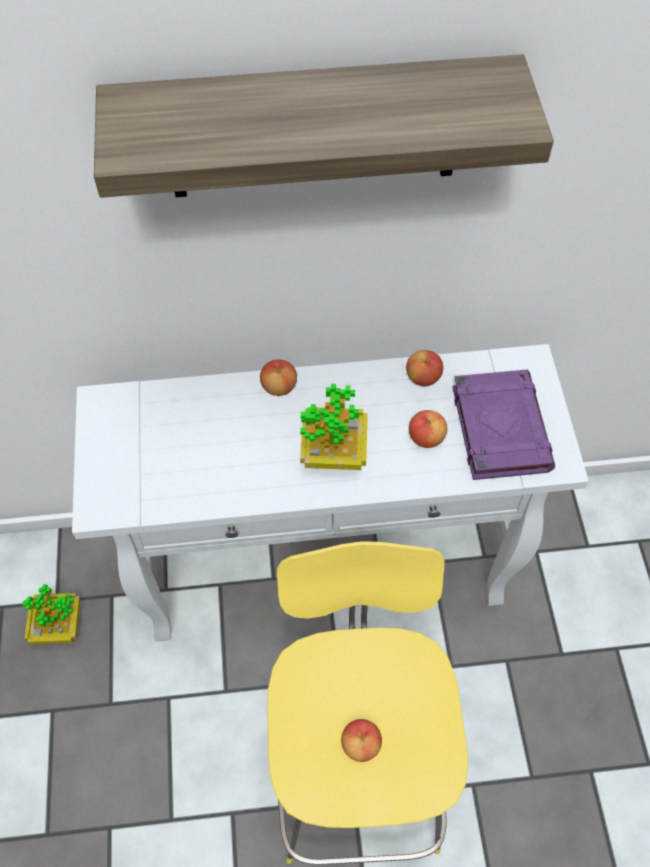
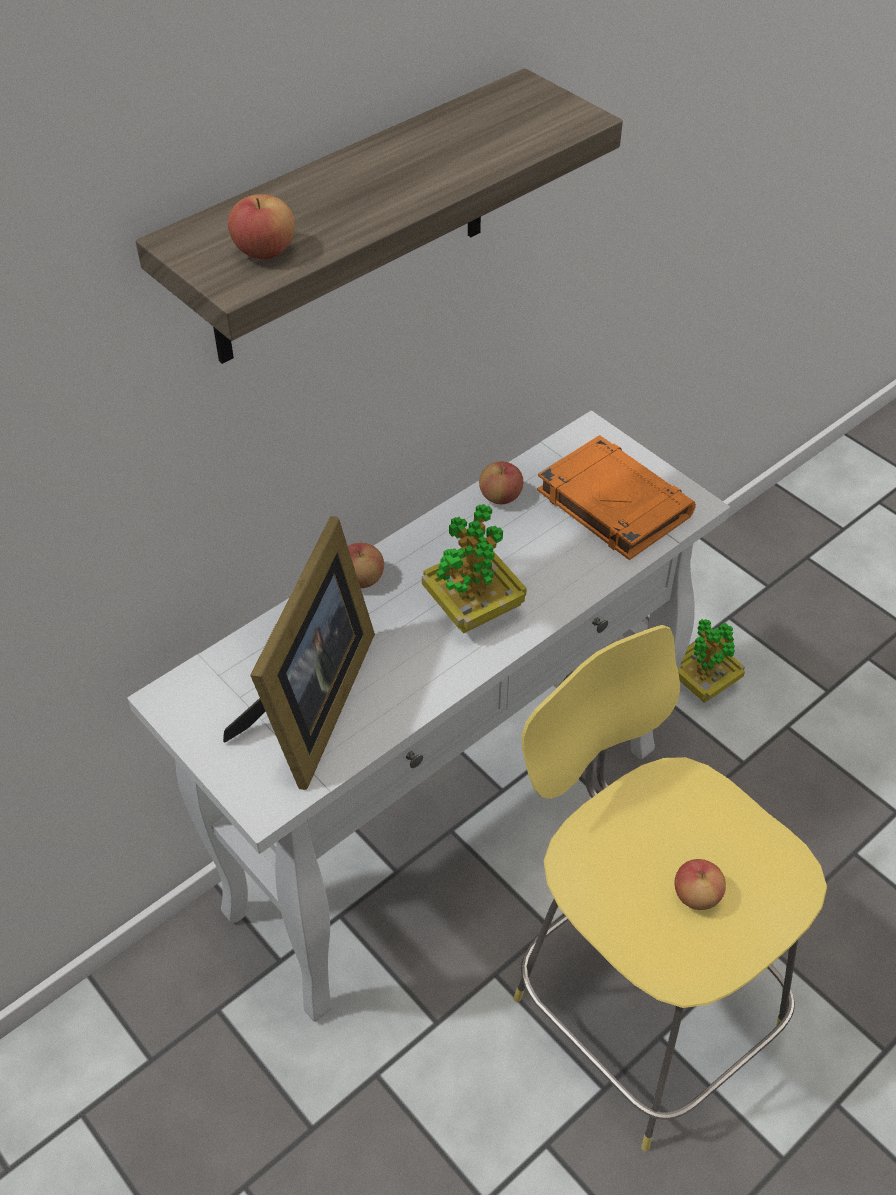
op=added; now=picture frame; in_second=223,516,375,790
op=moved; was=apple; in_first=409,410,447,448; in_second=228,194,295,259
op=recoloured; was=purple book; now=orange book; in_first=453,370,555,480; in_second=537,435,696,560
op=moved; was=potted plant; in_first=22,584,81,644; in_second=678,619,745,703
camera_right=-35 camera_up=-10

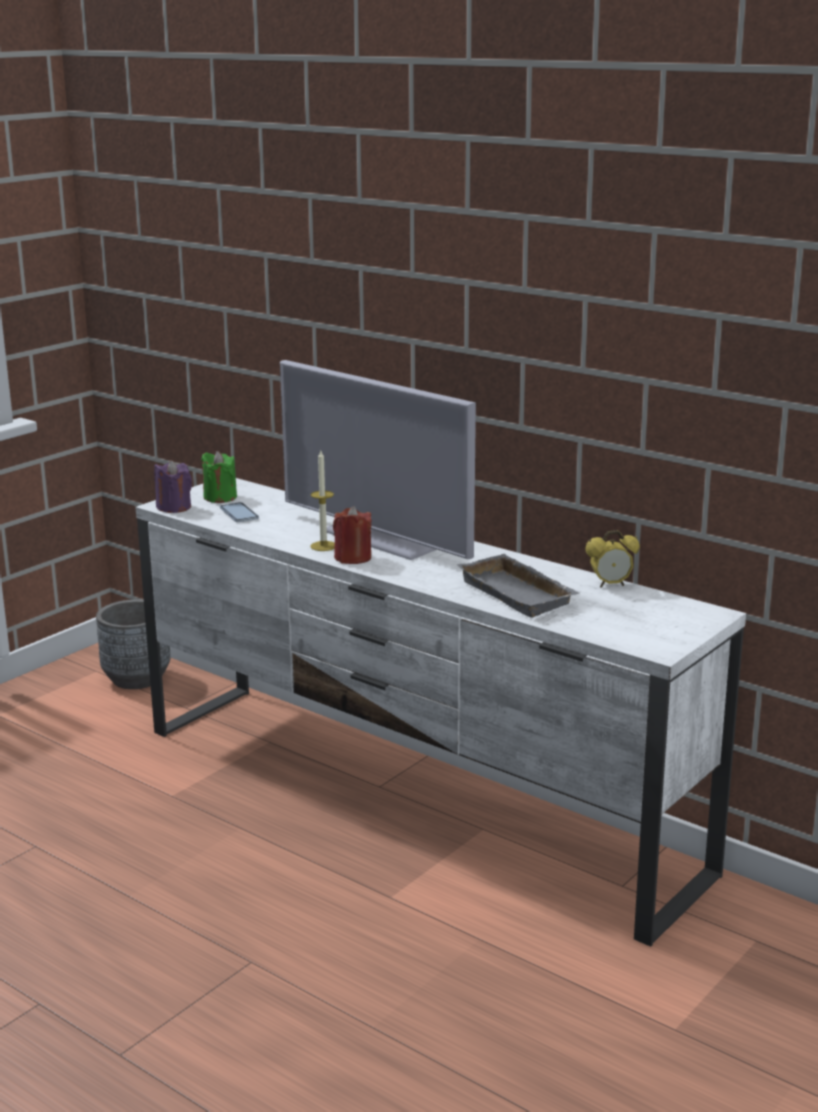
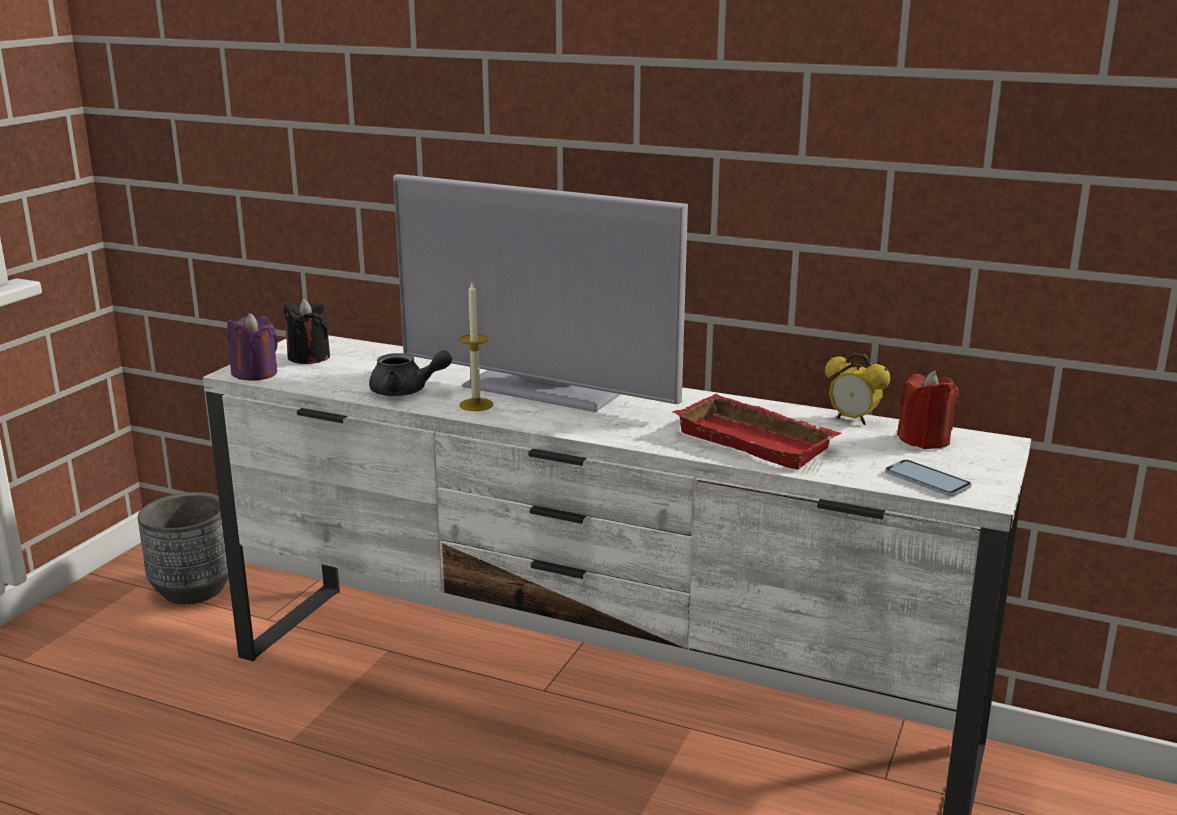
op=recoloured; was=green candle; now=black candle; in_first=201,451,237,503; in_second=284,299,330,364
op=added; now=grey teapot; in_second=369,350,452,396
op=recoloured; was=grey tray; now=red tray; in_first=457,554,580,618; in_second=673,394,842,470
op=turned; was=alarm clock; in_first=585,530,640,588; in_second=825,352,890,425; clockwise=60
op=moved; was=phone; in_first=220,502,259,522; in_second=885,460,972,496
op=moved; was=red candle; in_first=333,506,372,564; in_second=897,371,959,449
camera_right=-15 camera_up=0

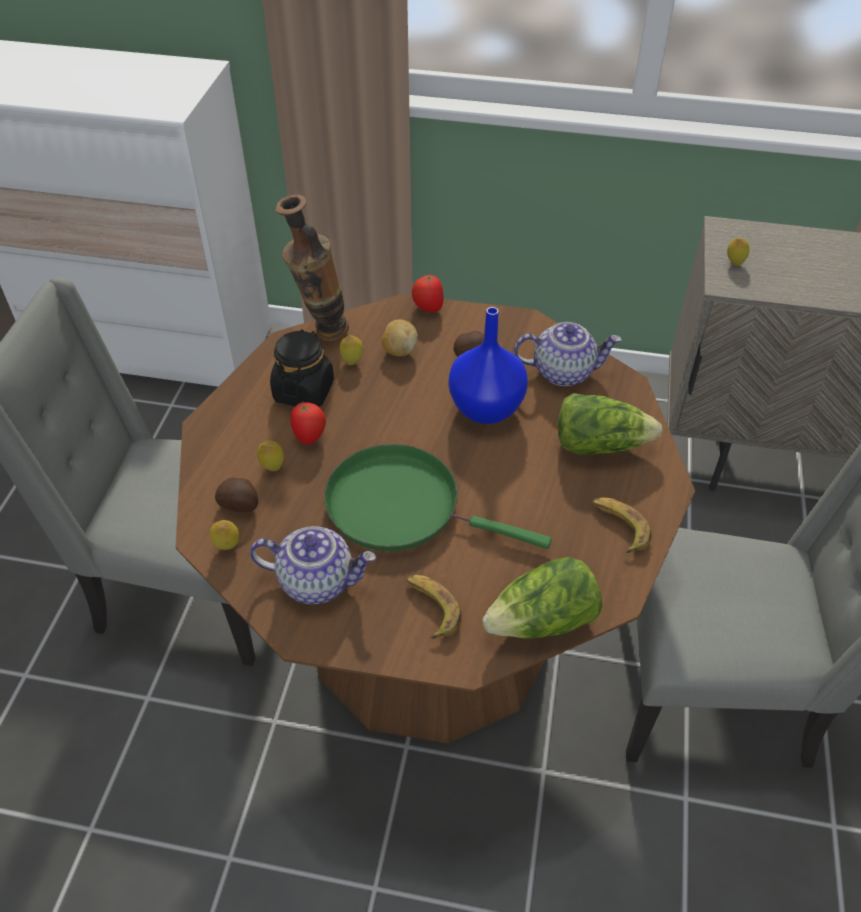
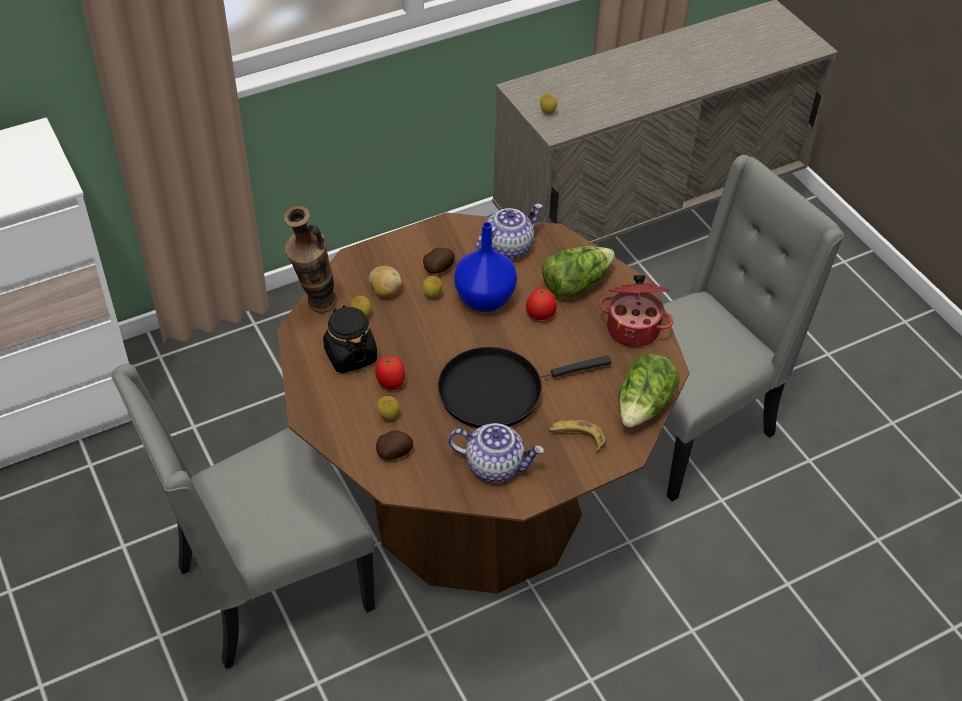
op=moved; was=lemon; in_first=210,520,239,550; in_second=422,276,442,297
op=recoloured; was=green frying pan; now=black frying pan; in_first=324,444,552,551; in_second=438,347,611,428
op=turned; was=teapot; in_first=250,526,376,604; in_second=448,423,544,482; clockwise=45
op=moved; was=tomato; in_first=412,275,444,312; in_second=526,288,556,320
op=replaced; was=banana; now=cooking pot; in_first=592,497,651,553; in_second=599,275,673,347
camera_right=-40 camera_up=0

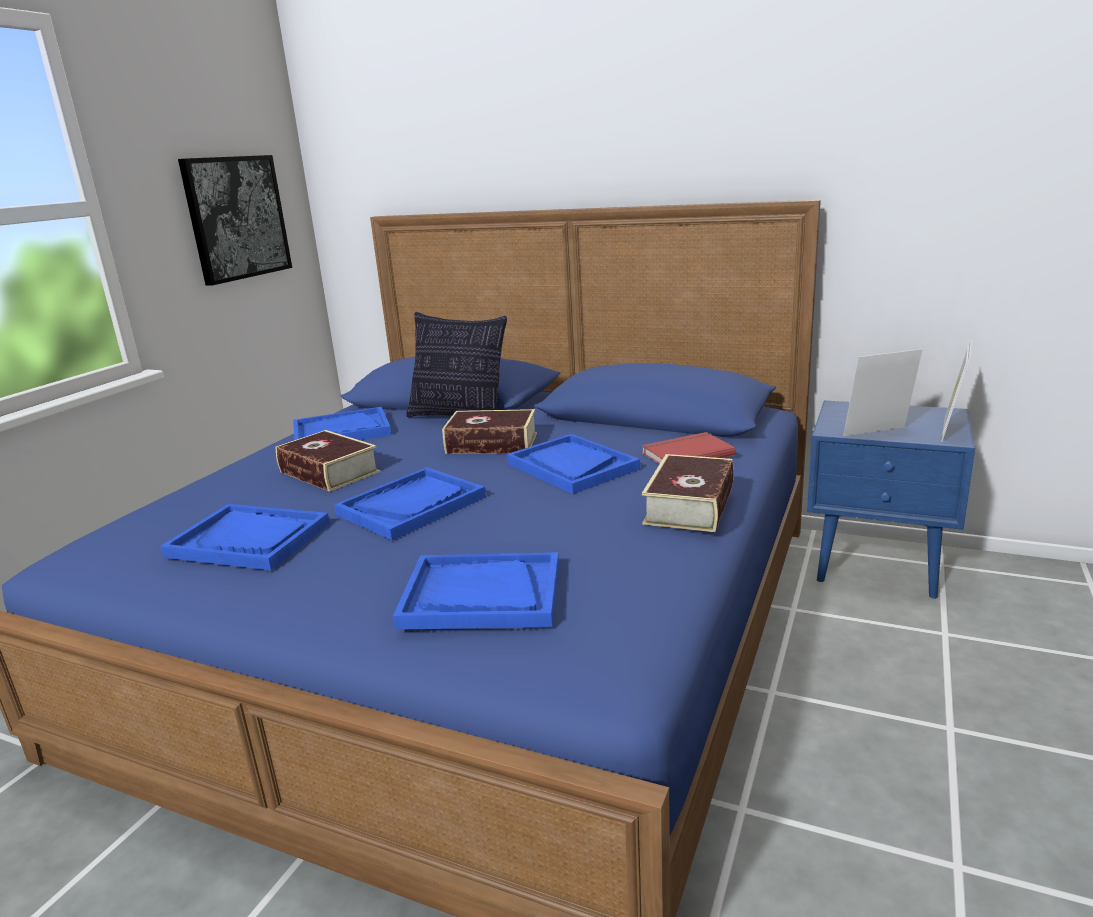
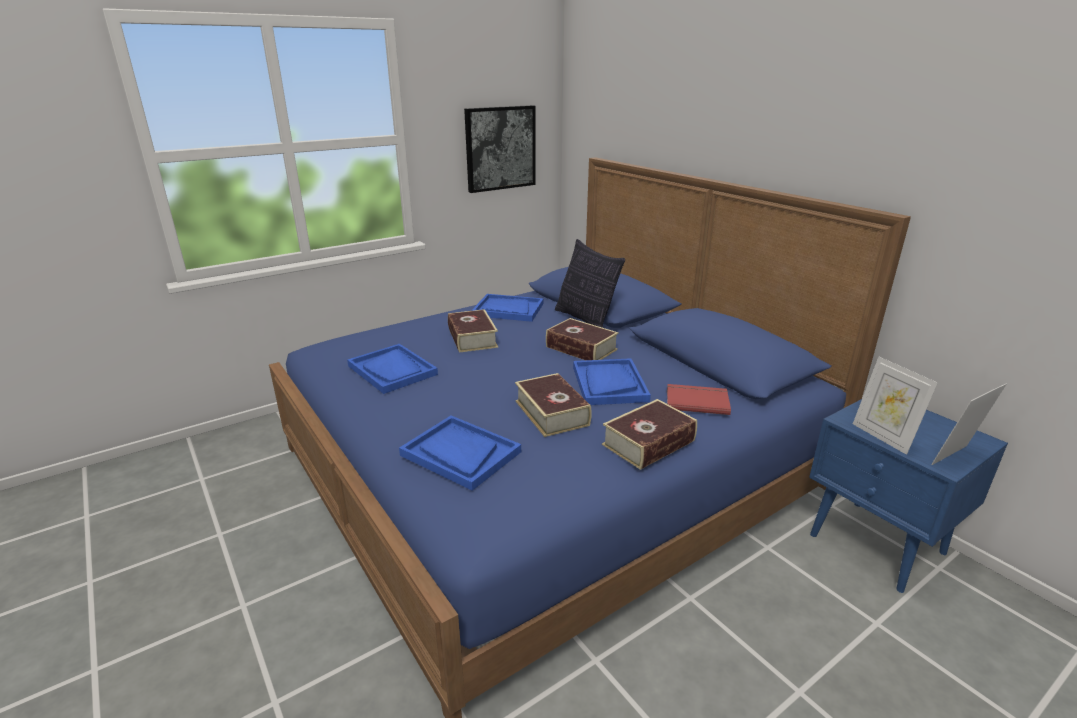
op=added; now=book; in_second=515,373,592,437
op=turned; was=picture frame; in_first=843,349,923,436; in_second=853,357,938,455; clockwise=-135
op=removed; was=blue tray; in_first=334,467,486,541
camera_right=30 camera_up=5

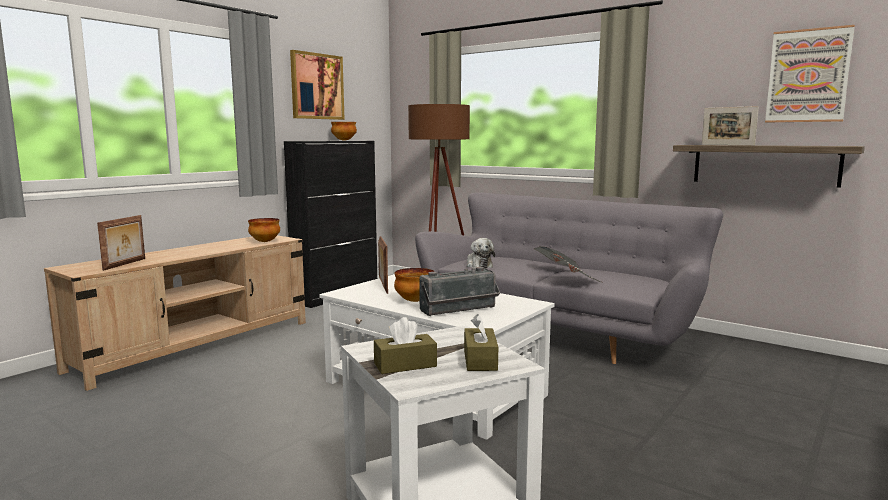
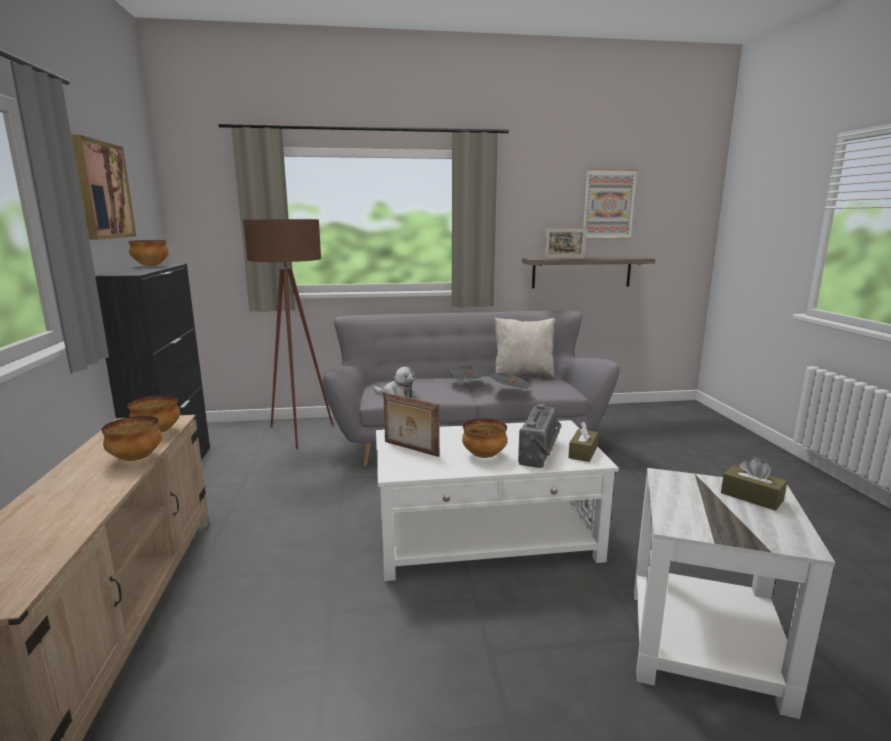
op=added; now=bowl; in_second=101,416,162,461
op=added; now=beige pillow; in_second=495,318,555,379
op=moved; was=brown tissue box; in_first=374,317,437,374; in_second=568,421,598,462
op=removed; was=picture frame; in_first=97,215,145,271
camera_right=-45 camera_up=5

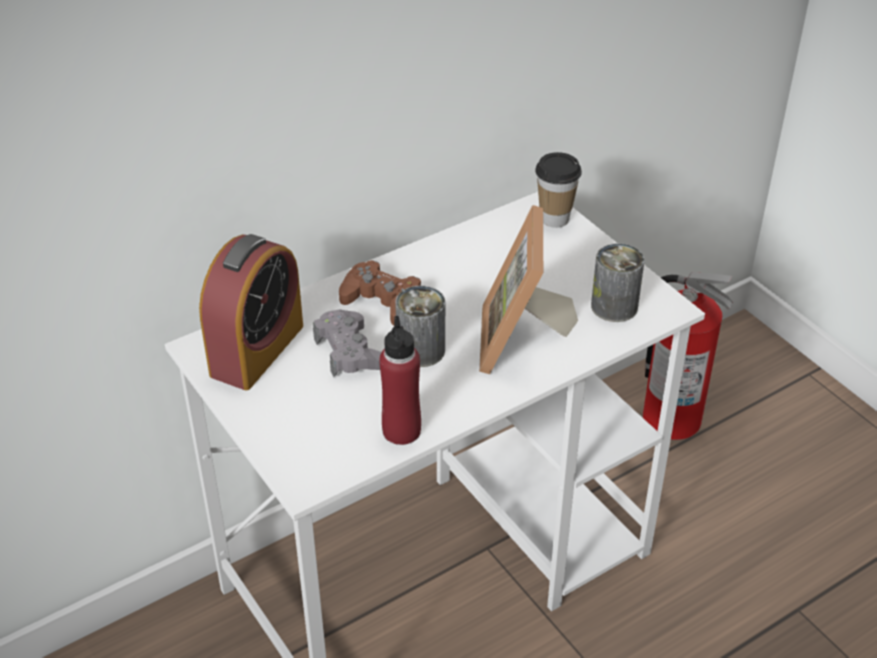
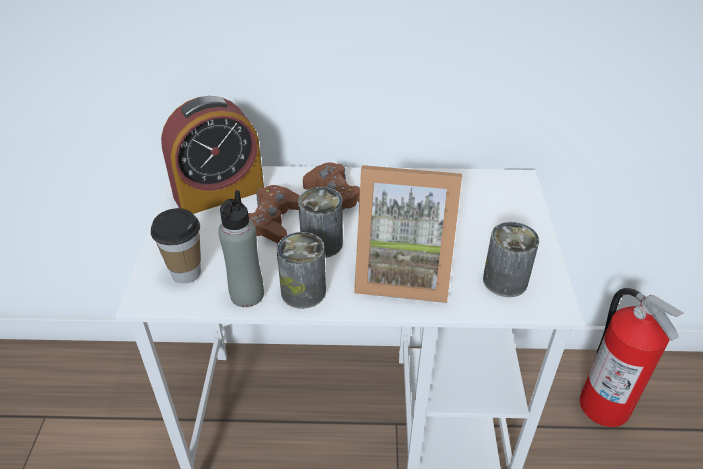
op=moved; was=cup; in_first=535,152,582,228; in_second=151,208,201,284
op=recoloured; was=red bottle; now=grey bottle; in_first=379,316,421,445; in_second=218,190,264,307
op=recoloured; was=grey game controller; now=brown game controller; in_first=313,309,381,377; in_second=248,185,300,243
op=added; now=can; in_second=276,232,326,309
op=turned; was=picture frame; in_first=479,205,578,374; in_second=354,165,462,303; clockwise=-120
camera_right=35 camera_up=0

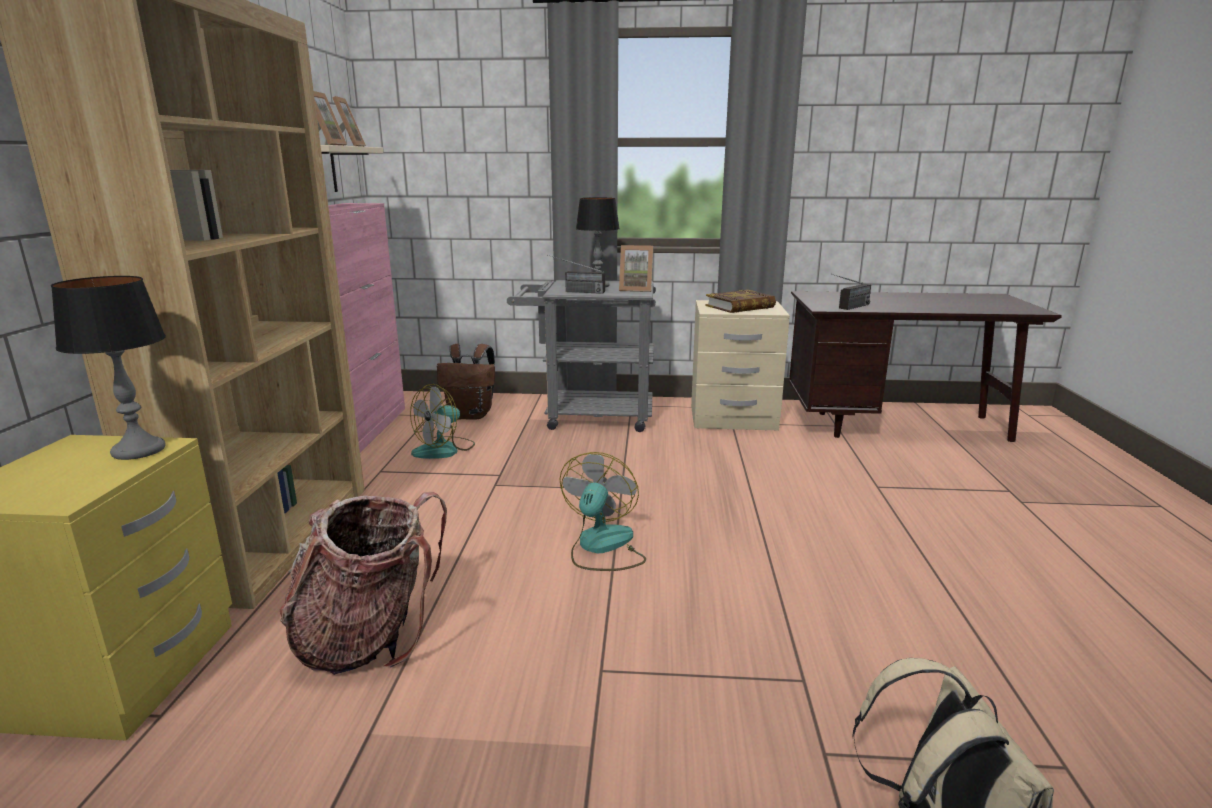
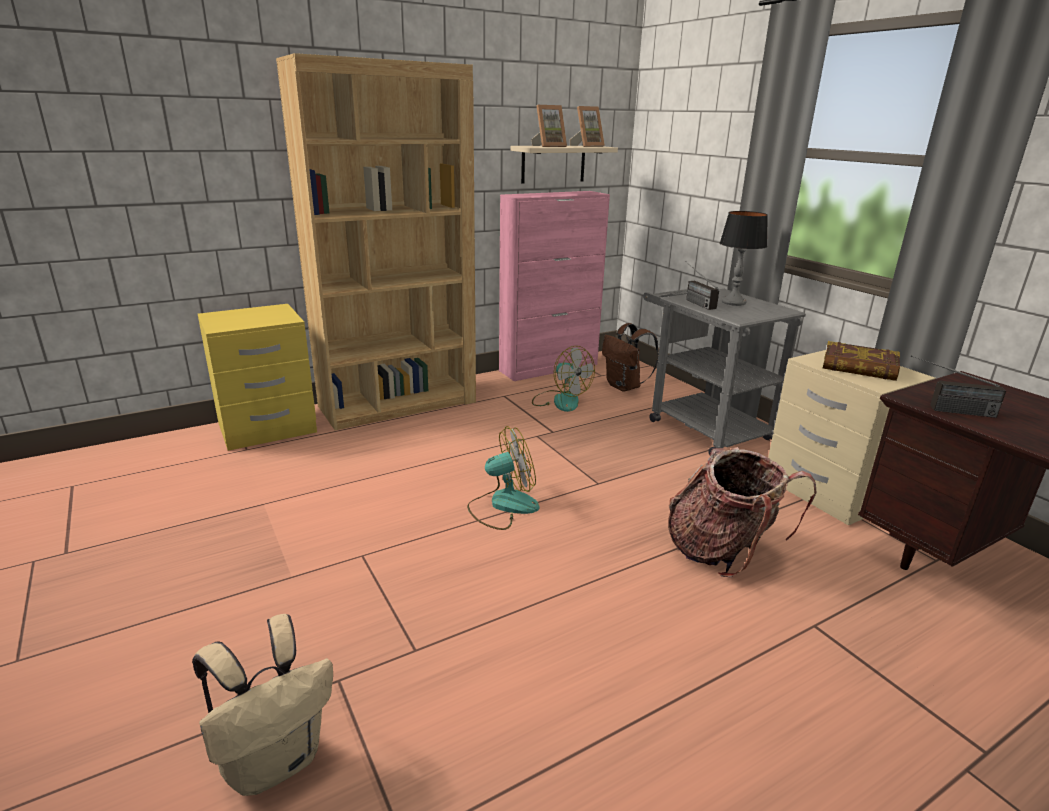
op=turned; was=fan; in_first=410,384,475,459; in_second=532,346,595,412; clockwise=-135
op=moved; was=backpack; in_first=279,492,447,675; in_second=668,447,816,577
op=removed; was=table lamp; in_first=51,276,166,460
op=removed; was=picture frame; in_first=619,245,653,292
camera_right=55 camera_up=5

